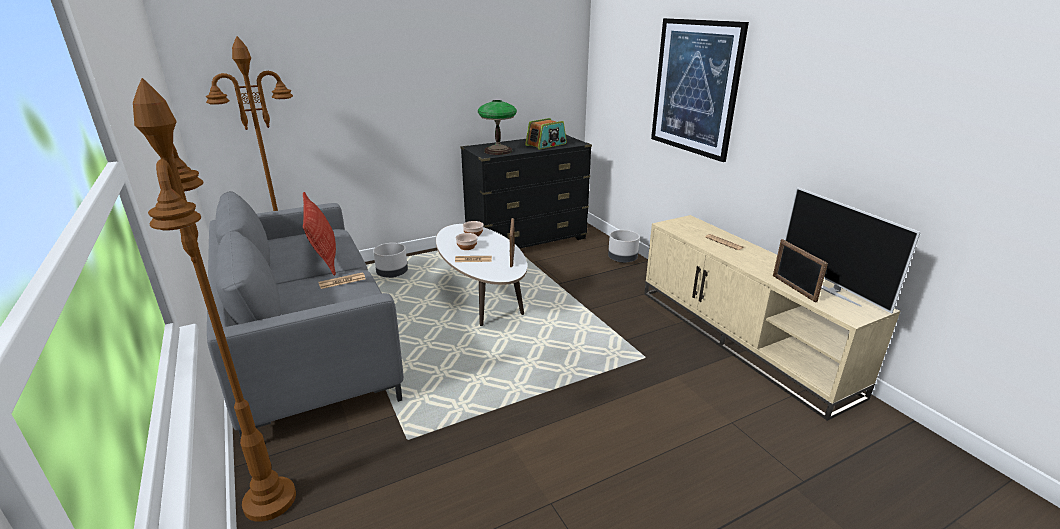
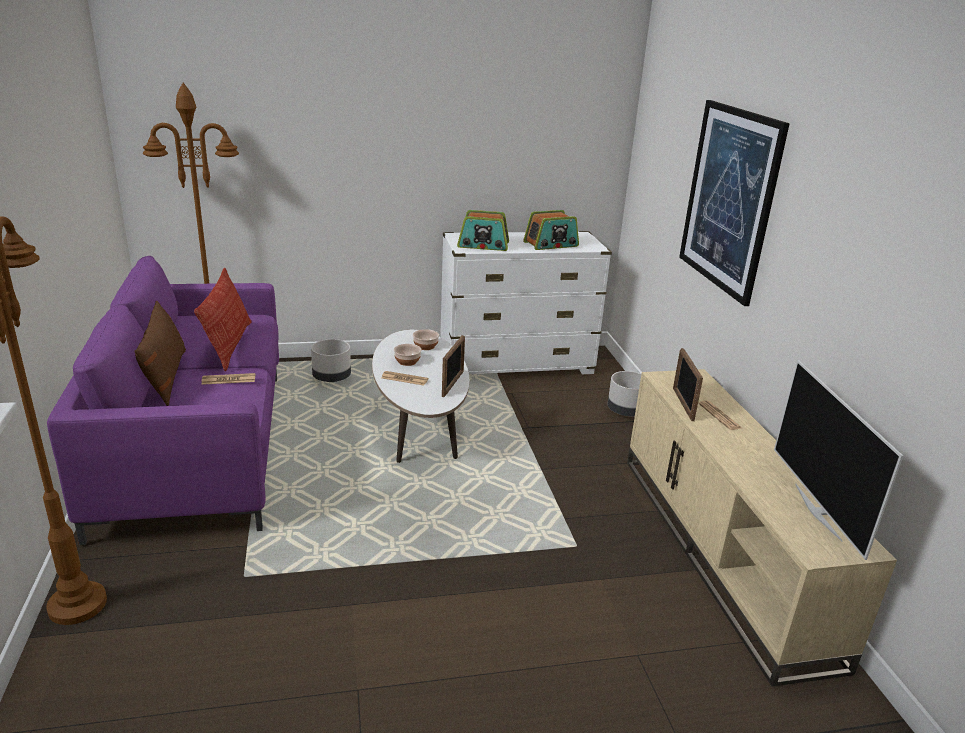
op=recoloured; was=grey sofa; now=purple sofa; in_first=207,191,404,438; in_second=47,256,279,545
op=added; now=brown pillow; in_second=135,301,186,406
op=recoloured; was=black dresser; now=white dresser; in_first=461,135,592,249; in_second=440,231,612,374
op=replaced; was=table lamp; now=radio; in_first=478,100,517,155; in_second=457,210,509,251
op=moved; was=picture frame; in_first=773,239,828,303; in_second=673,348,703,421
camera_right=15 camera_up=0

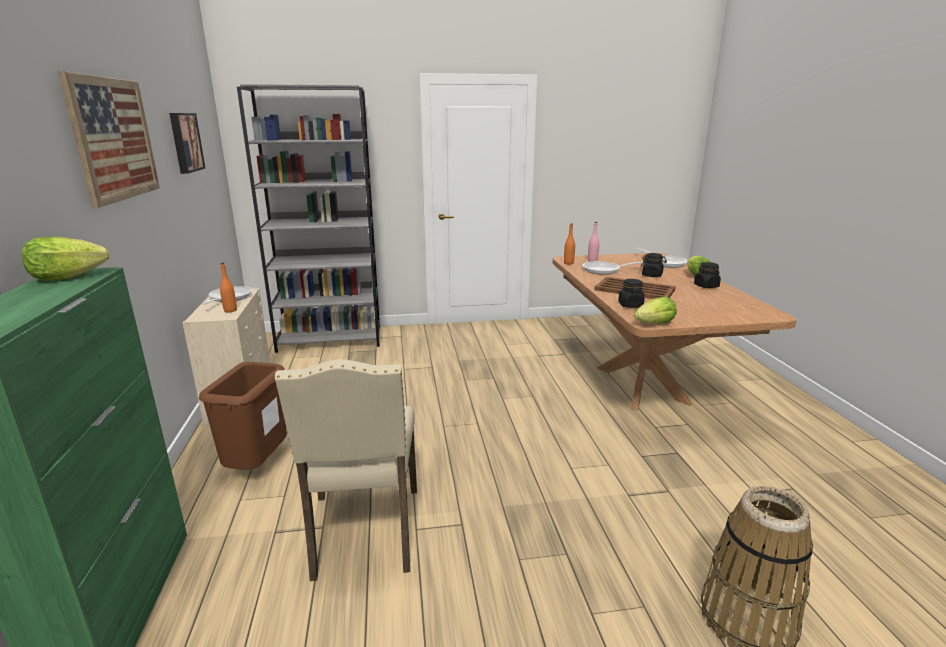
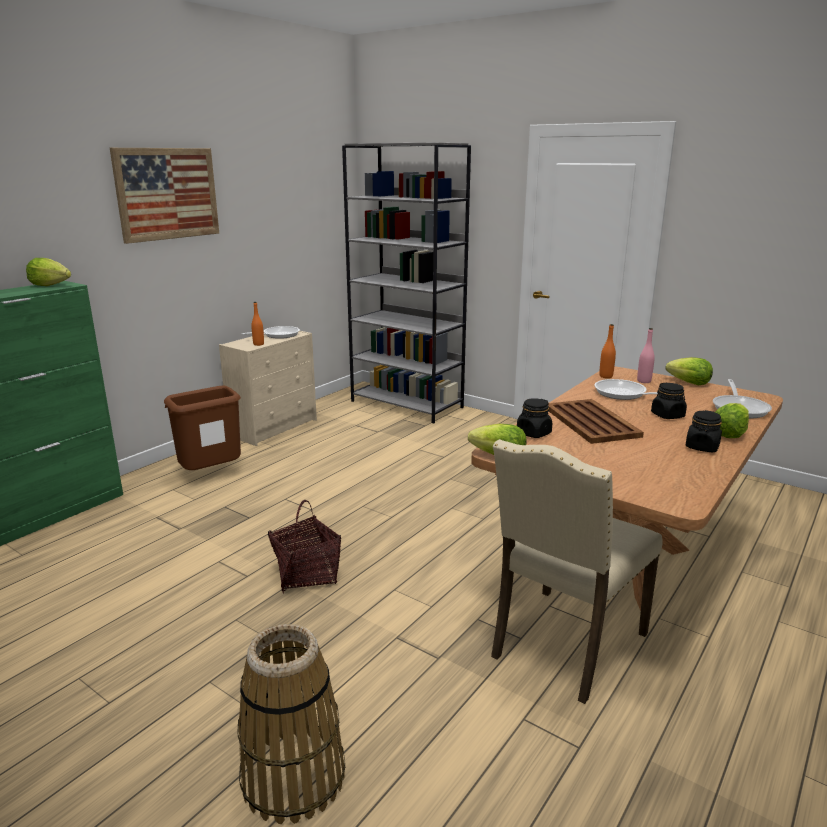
op=added; now=basket; in_second=268,500,341,593
op=moved; was=beige chair; in_first=275,359,417,581; in_second=491,439,663,704
op=added; now=lettuce; in_second=665,357,713,385
op=removed; was=picture; in_first=169,113,205,174
camera_right=45 camera_up=0

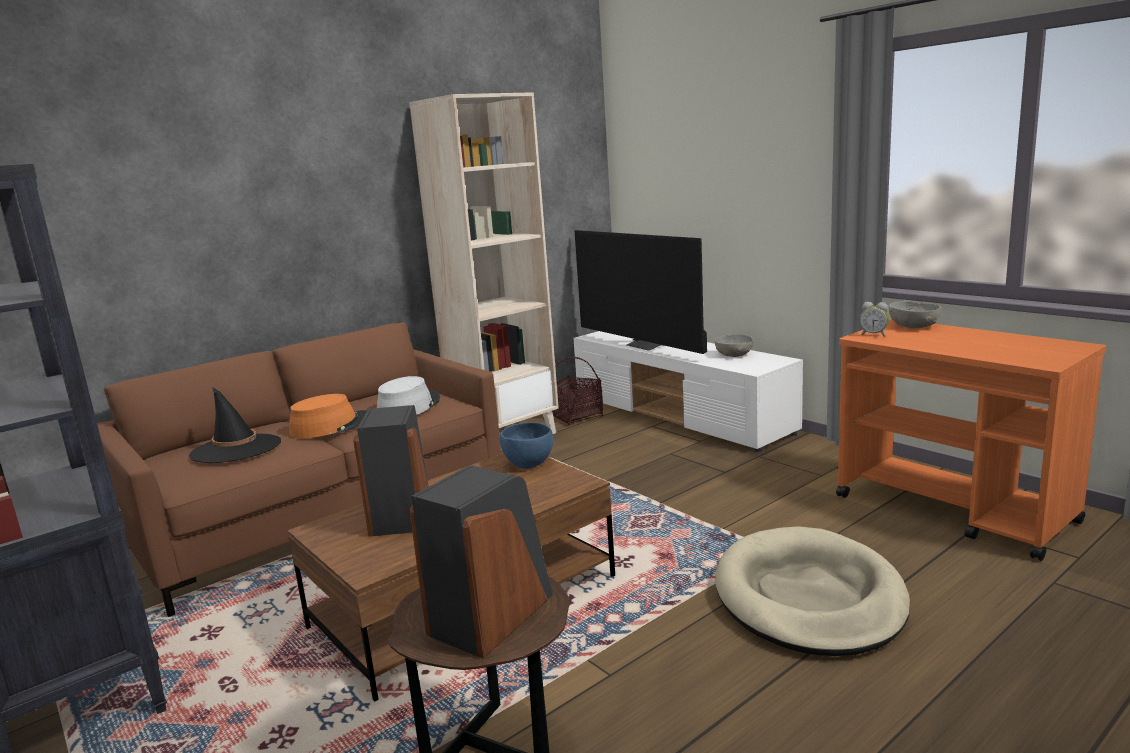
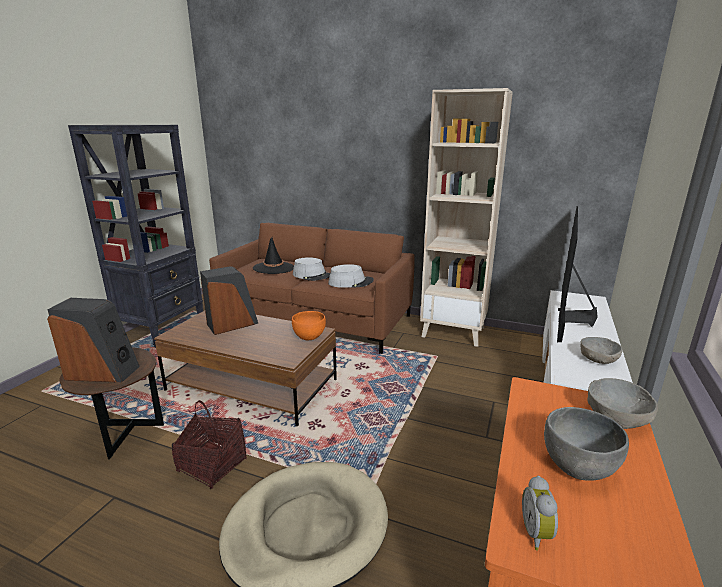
op=moved; was=basket; in_first=552,357,603,425; in_second=172,400,247,489
op=recoloured; was=blue bowl; now=orange bowl; in_first=500,422,553,469; in_second=292,311,326,340
op=recoloured; was=orange hat; now=grey hat; in_first=289,394,367,438; in_second=293,257,330,281
op=moved; was=alarm clock; in_first=860,302,889,337; in_second=522,476,558,550
op=added; now=grey bowl; in_second=544,407,629,481
camera_right=60 camera_up=5

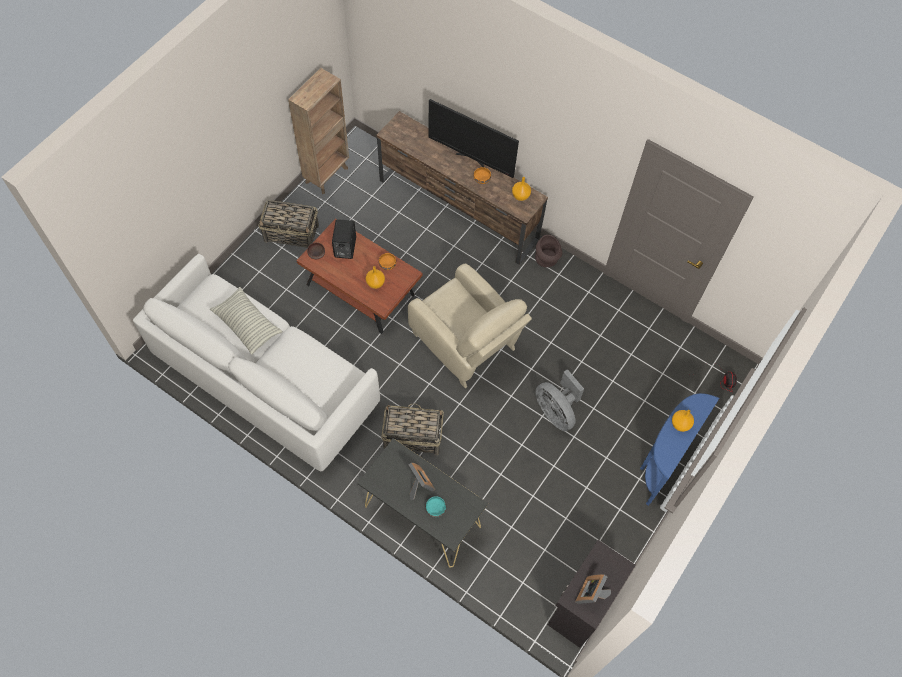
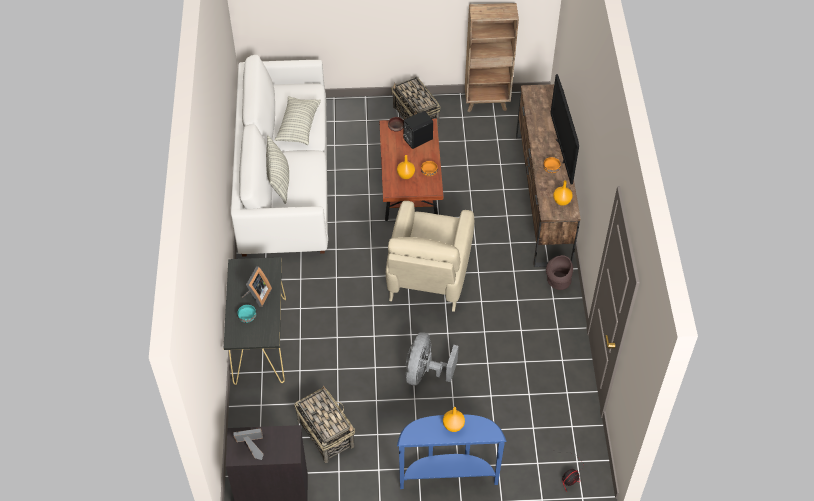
op=added; now=pillow; in_second=266,135,289,204
op=moved; was=basket; in_first=381,403,444,455; in_second=294,386,355,463
camera_right=55 camera_up=-10

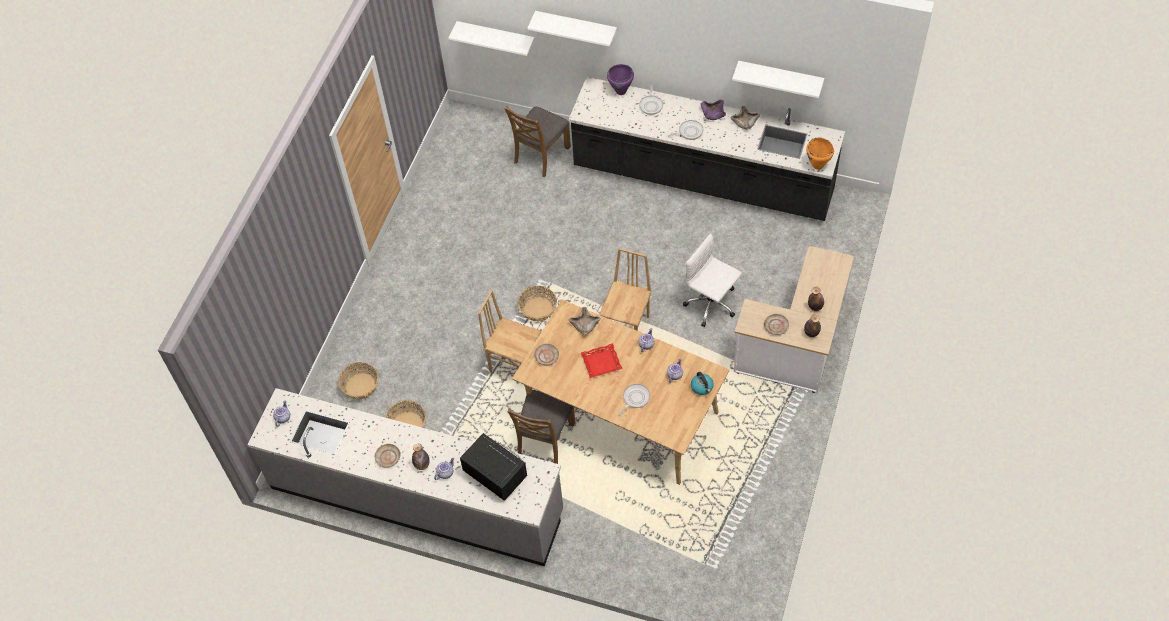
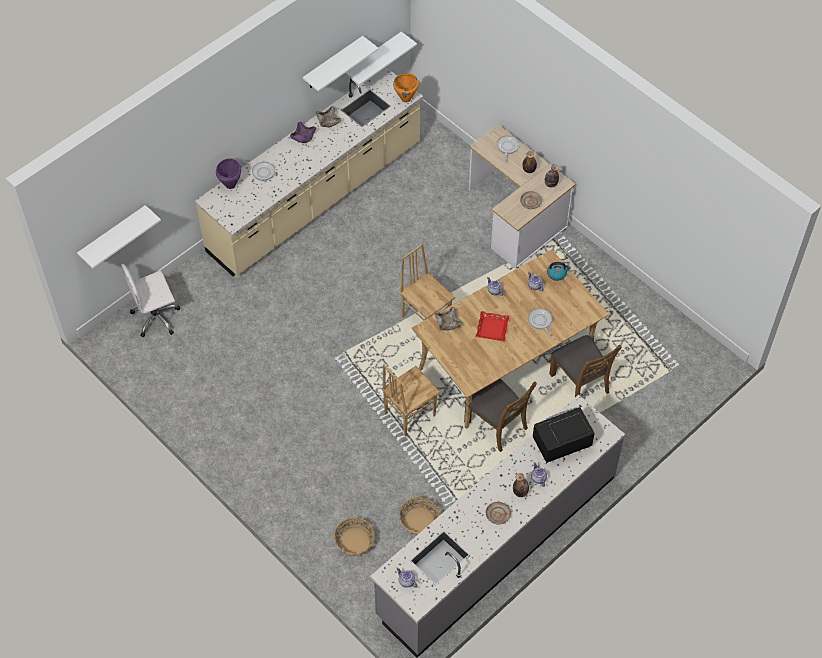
op=moved; was=white office chair; in_first=683,234,742,327; in_second=121,264,180,337
op=recoloured; was=black counter; now=beige counter; in_first=569,77,845,221; in_second=195,67,423,276
op=moved; was=white shelf; in_first=527,11,617,47; in_second=345,31,417,86
op=moved; was=frying pan; in_first=667,120,704,140; in_second=497,135,519,162
op=moved; was=brown chair; in_first=504,106,571,177; in_second=549,335,622,397
op=removed; was=basket; in_first=518,286,557,321
op=removed; was=beige plate; in_first=534,343,559,365
camera_right=-65 camera_up=0

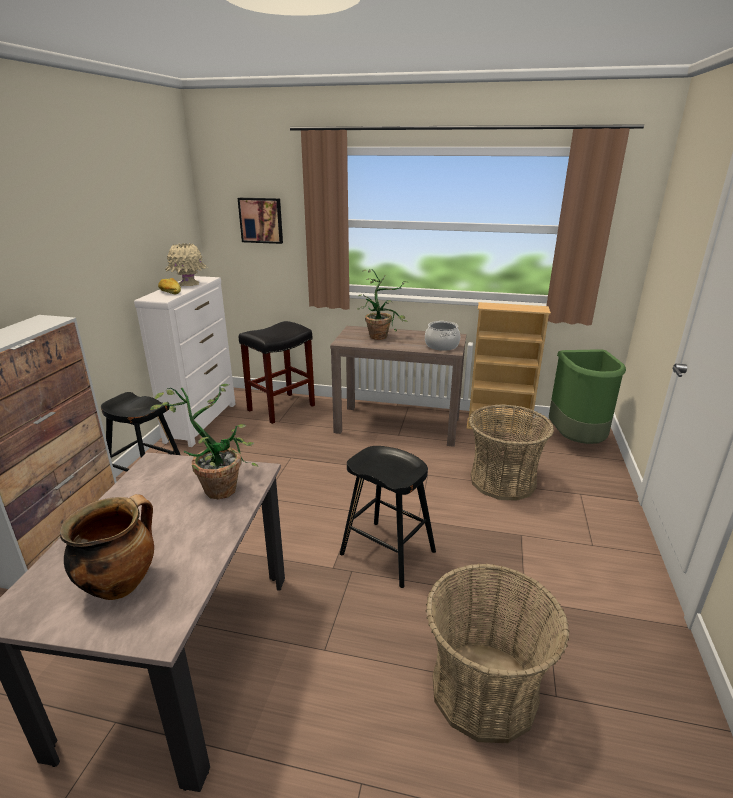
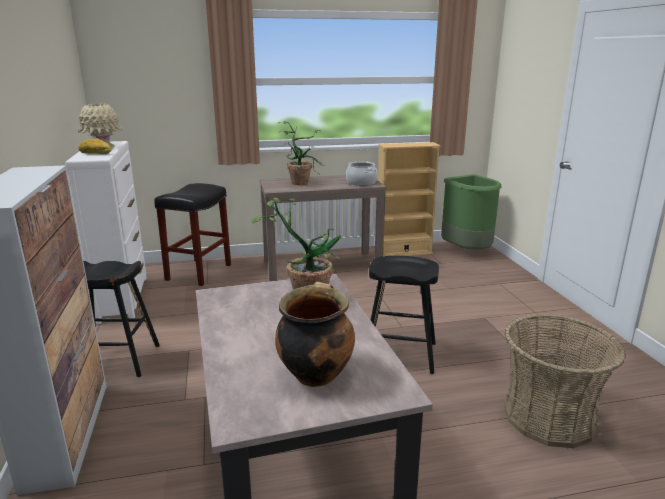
op=removed; was=picture; in_first=237,198,283,244
op=removed; was=basket; in_first=469,404,554,501
camera_right=-25 camera_up=-5

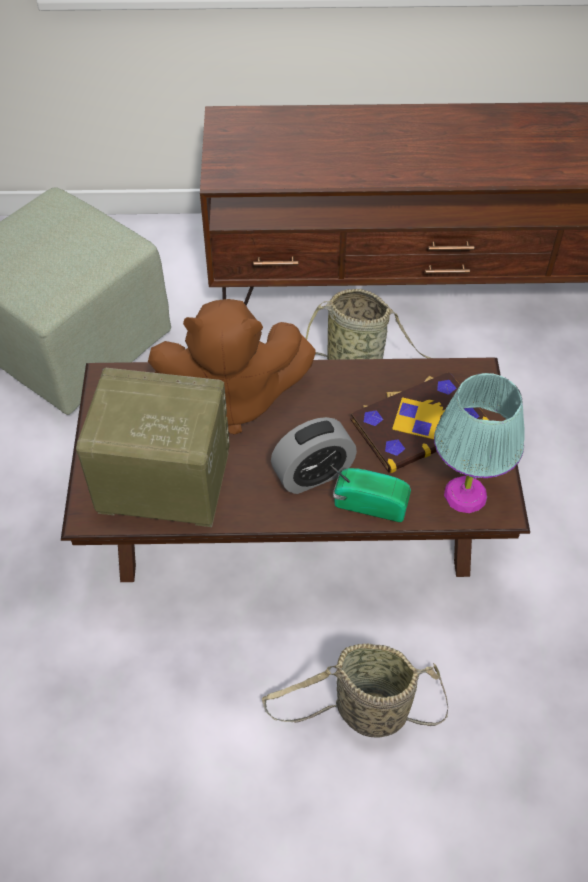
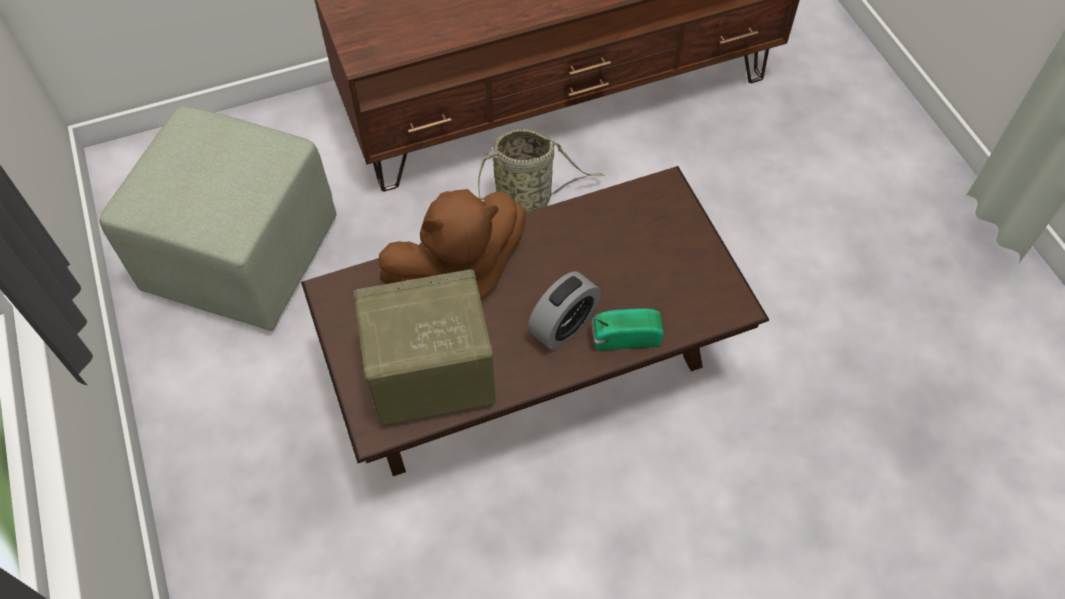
op=removed; was=basket; in_first=262,643,448,738
op=removed; was=book; in_first=351,372,489,473
op=removed; was=turquoise table lamp; in_first=434,373,525,513
camera_right=-20 camera_up=5

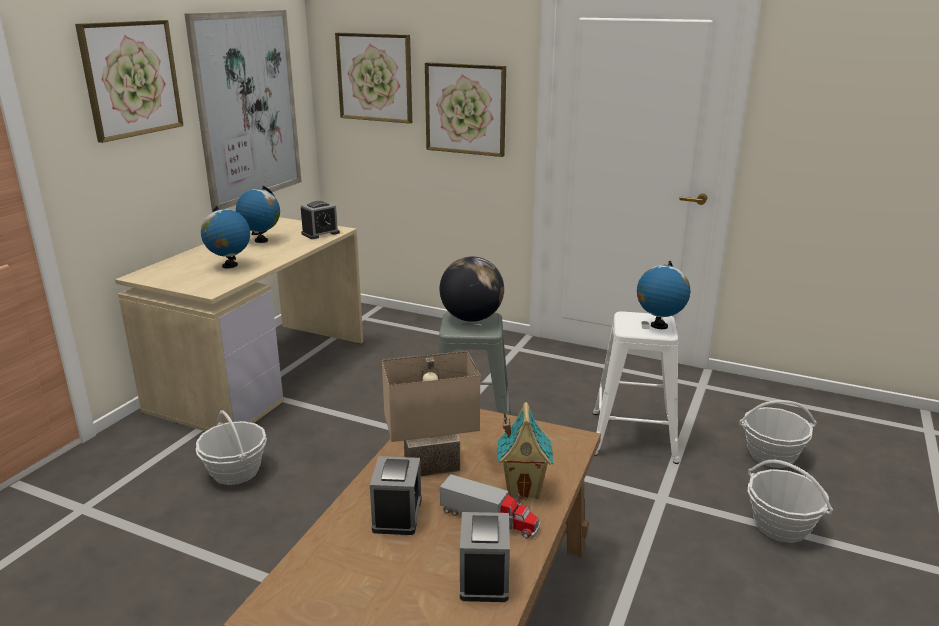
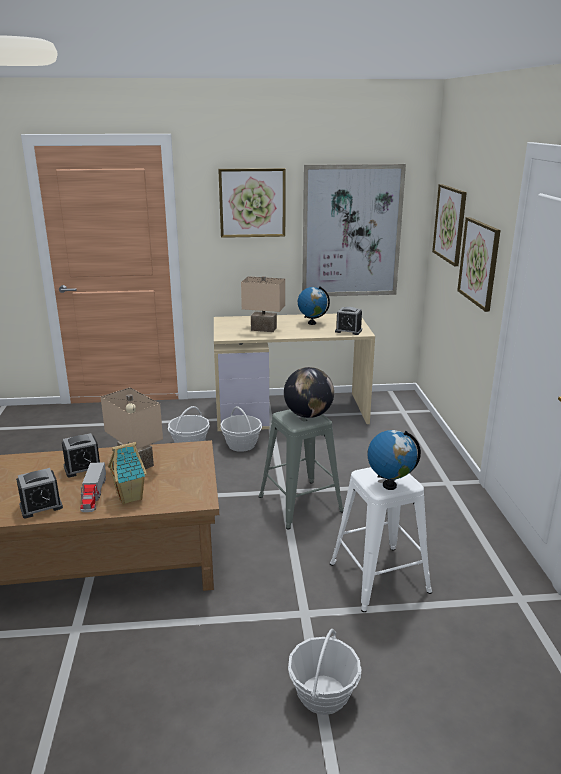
op=moved; was=basket; in_first=739,400,817,468; in_second=220,406,262,452
op=replaced; was=globe; now=beige table lamp; in_first=201,206,250,268; in_second=241,276,285,332
camera_right=60 camera_up=0

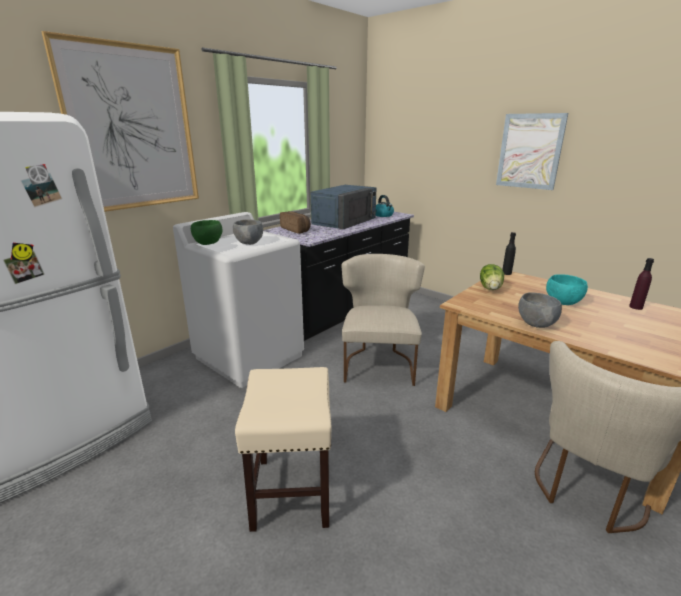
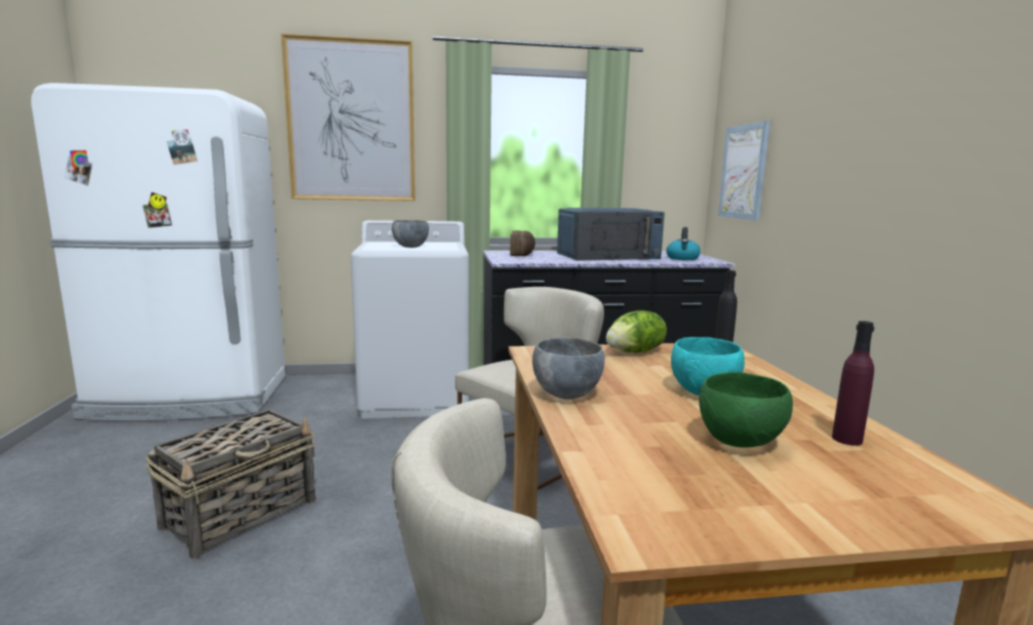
op=replaced; was=beige stool; now=basket; in_first=235,367,332,532; in_second=146,409,316,559
op=moved; was=green bowl; in_first=191,220,222,245; in_second=699,372,793,448
op=moved; was=picture; in_first=496,113,568,190; in_second=718,121,770,220
camera_right=40 camera_up=-10

